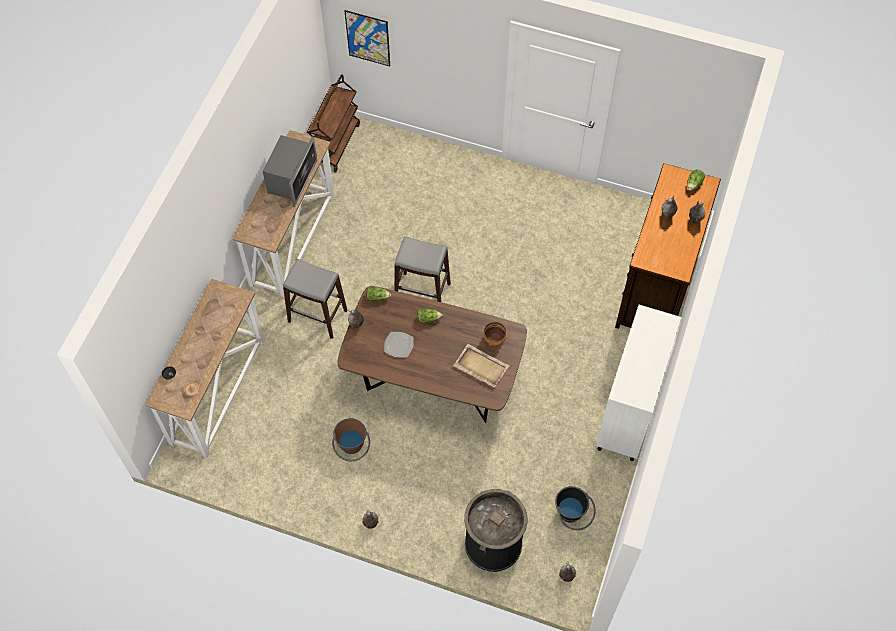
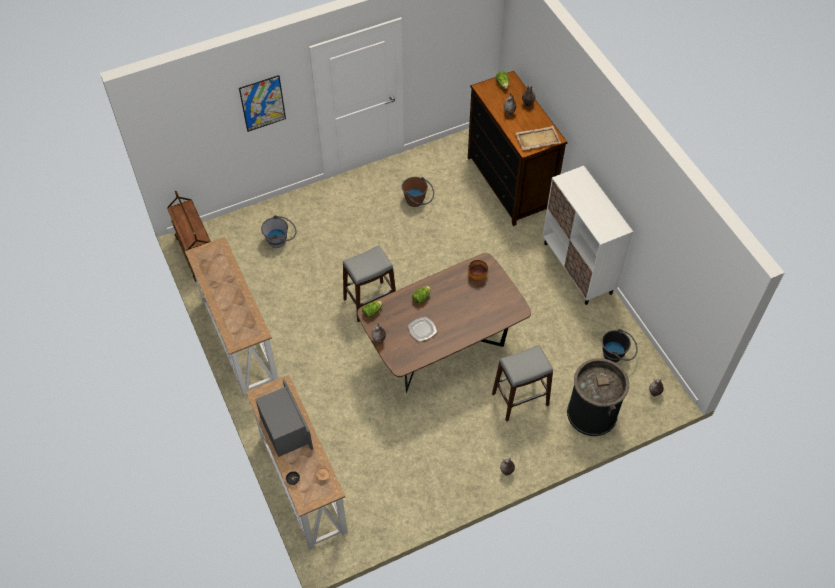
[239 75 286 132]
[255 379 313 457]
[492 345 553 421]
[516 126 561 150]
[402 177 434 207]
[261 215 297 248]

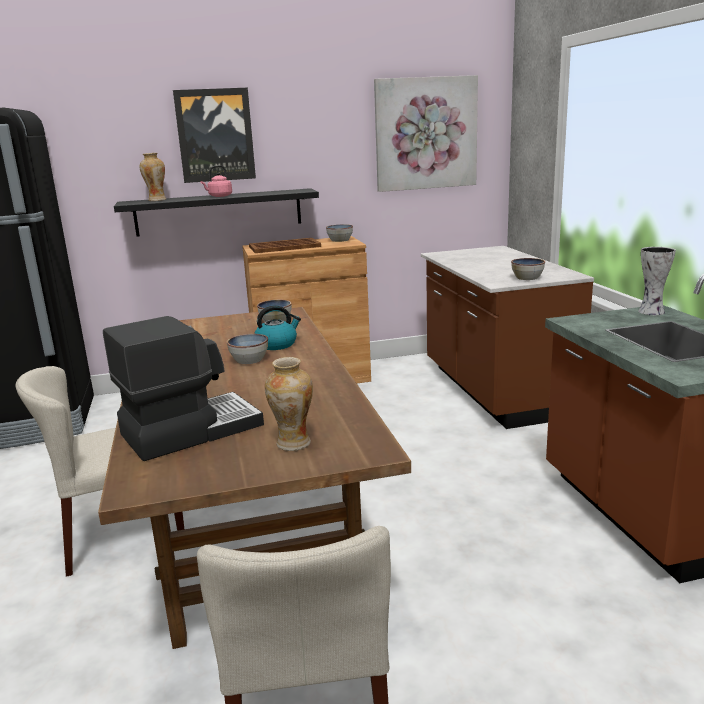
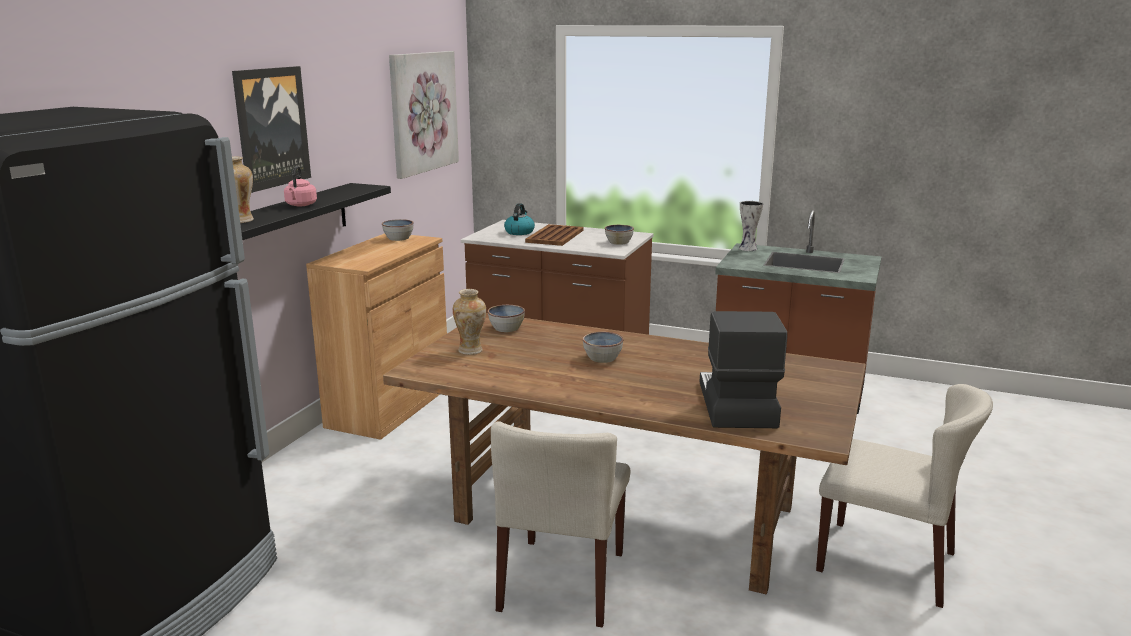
[525 224 584 246]
[504 203 535 235]
[453 289 486 355]

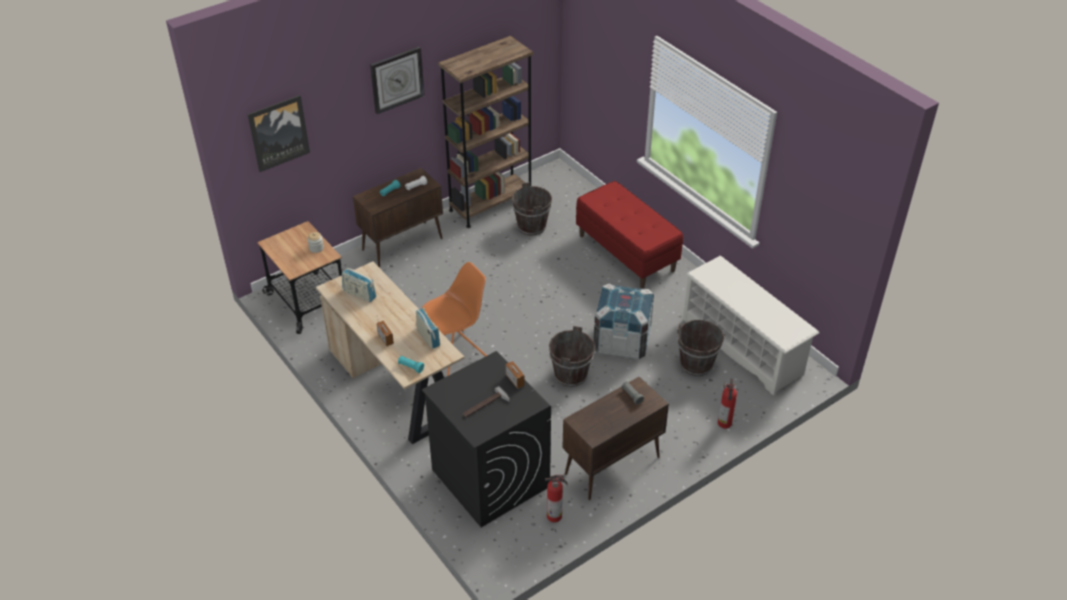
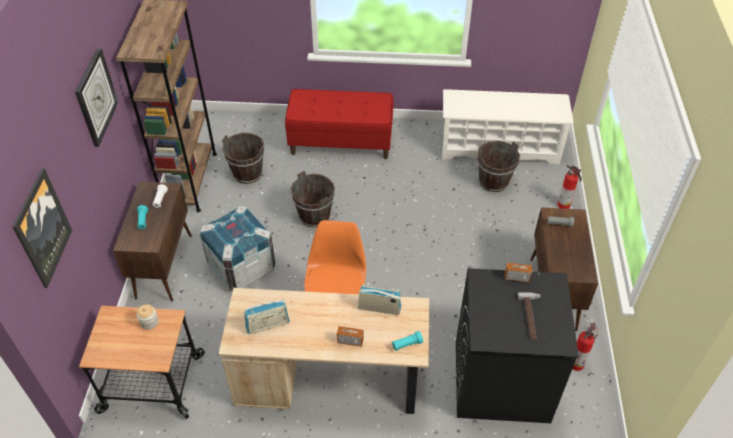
[200 206 275 291]
[290 171 335 227]

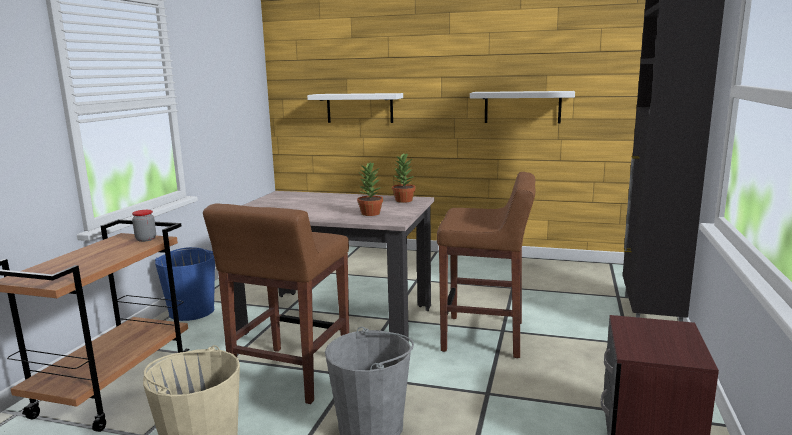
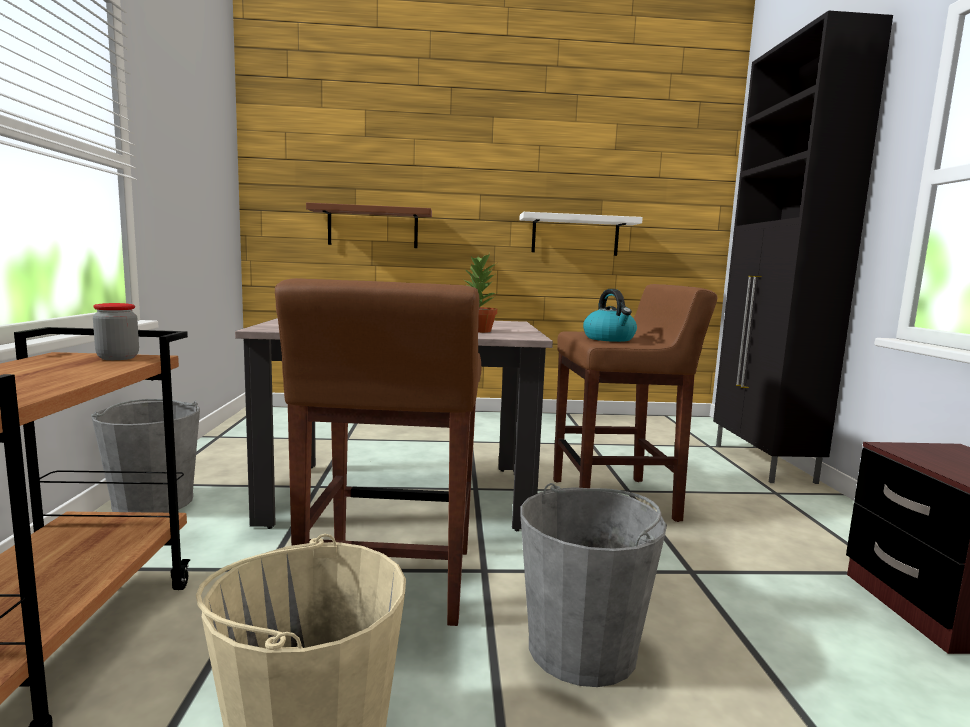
[306 202 432 248]
[392 153 416 203] (first image)
[91 399 200 513]
[583 289 637 342]

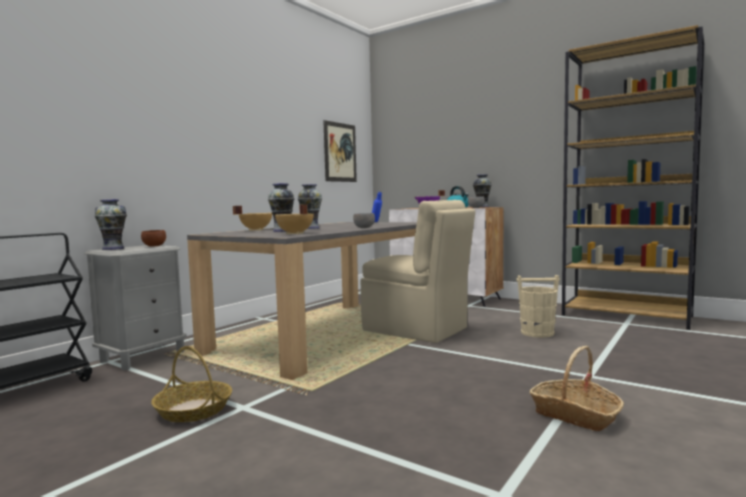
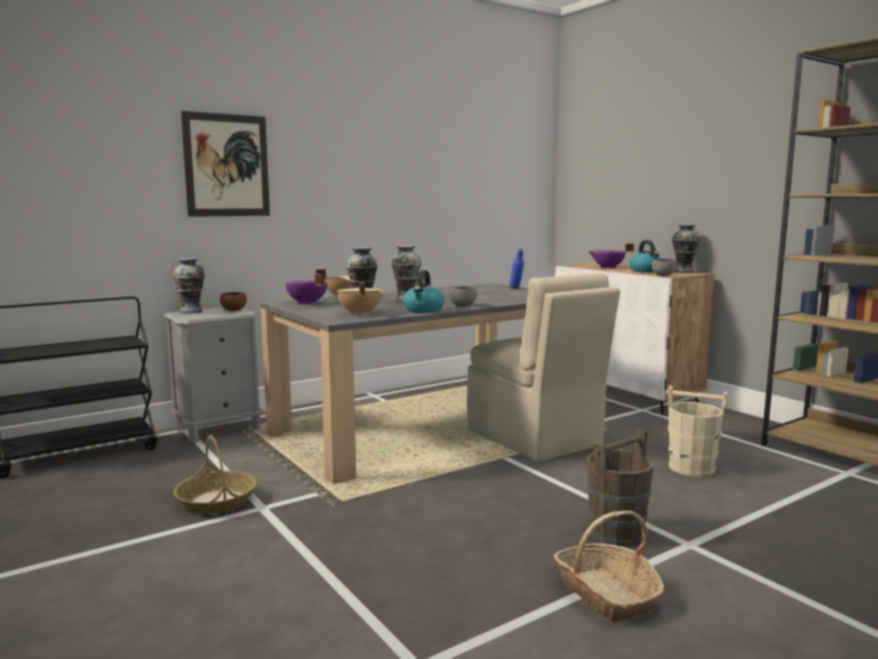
[181 111 270 217]
[403 270 445 312]
[285 274 327 305]
[587 429 654 547]

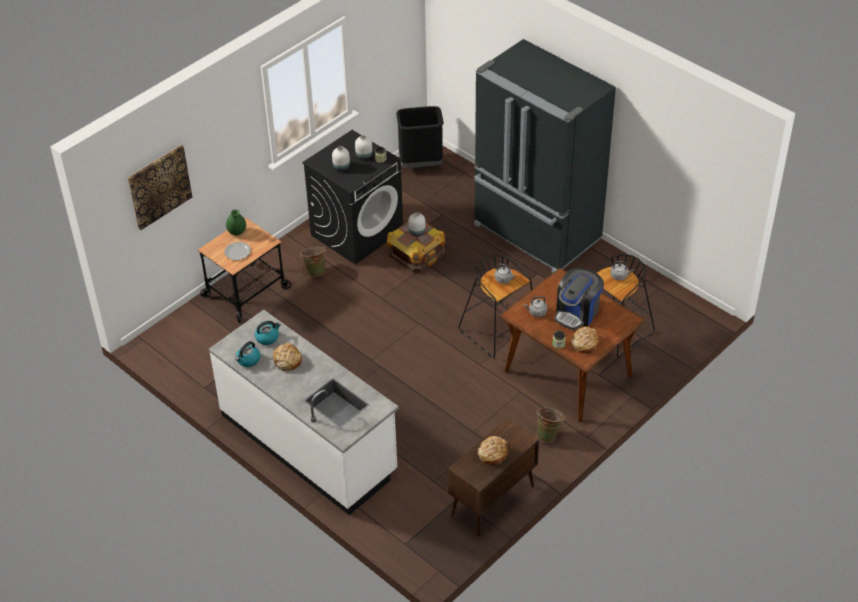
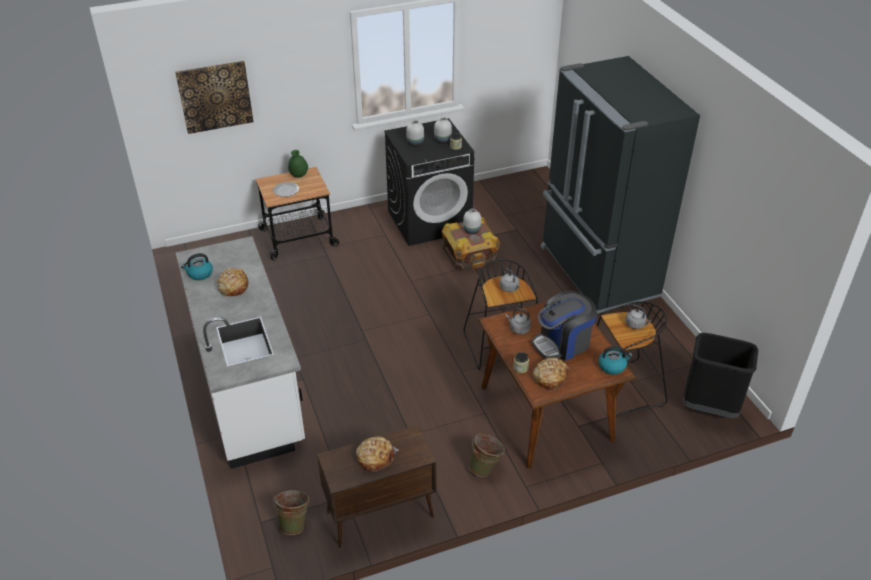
[683 333 758 418]
[273 490 310 535]
[599 346 633 375]

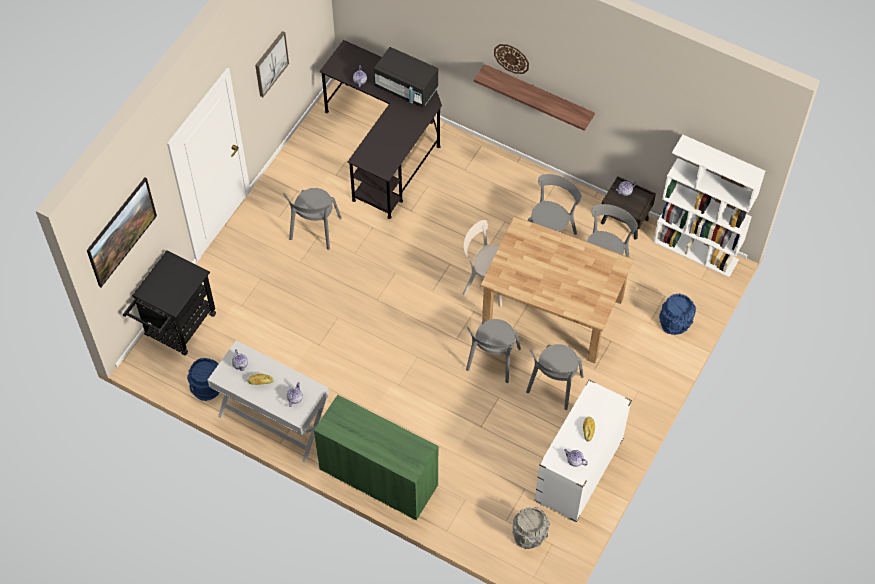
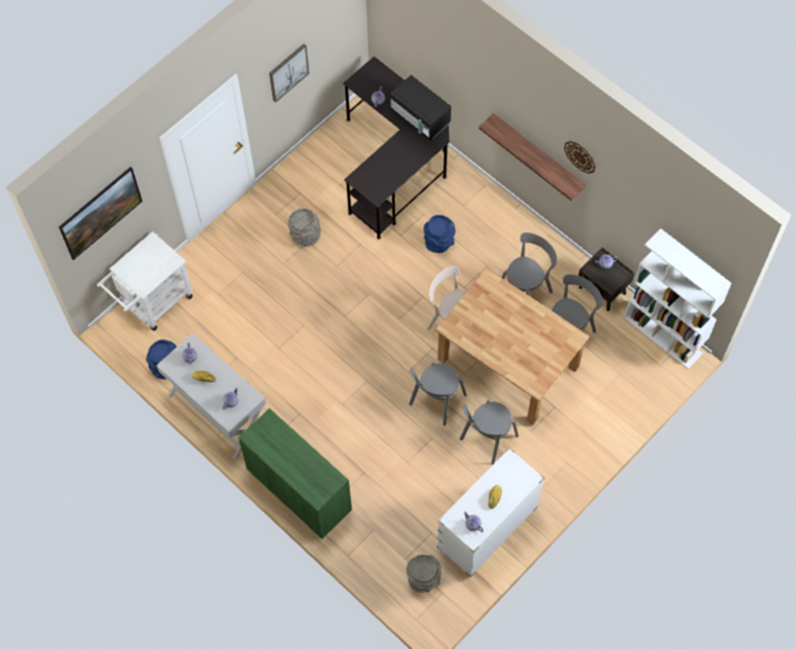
[564 141 596 174]
[288 208 321 247]
[97 231 193 331]
[424 215 456 253]

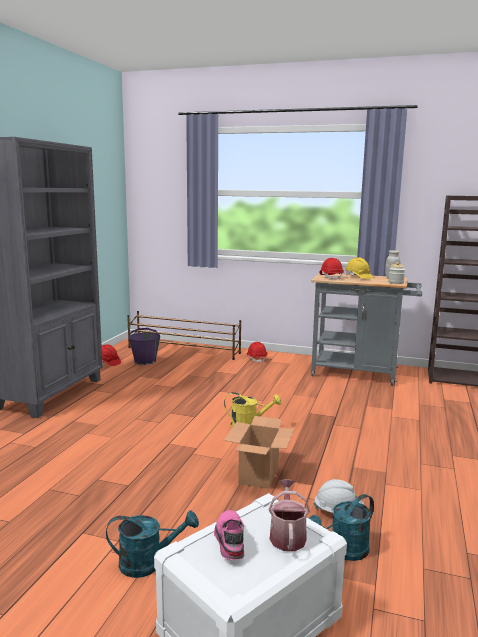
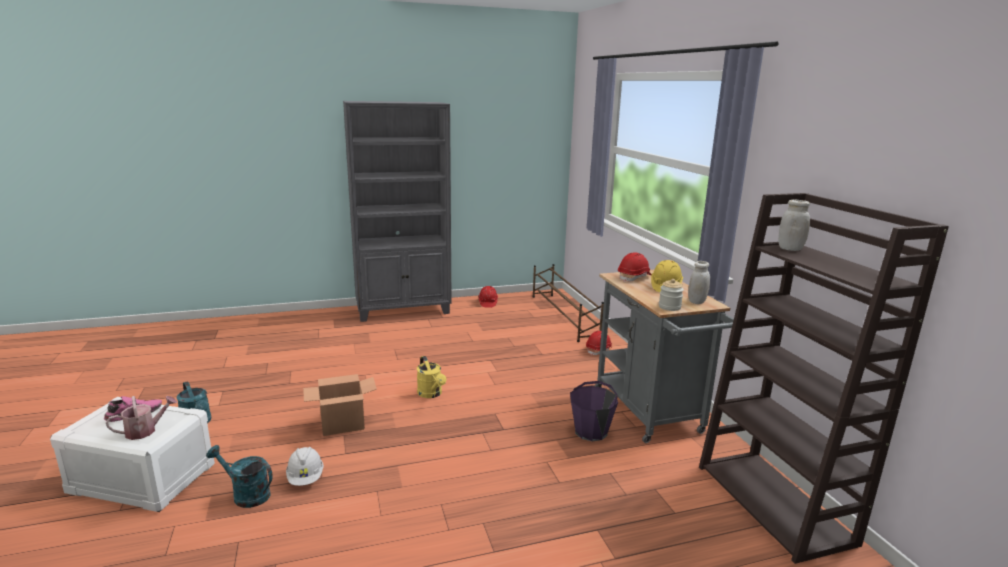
[570 381 618 441]
[778 200 810 251]

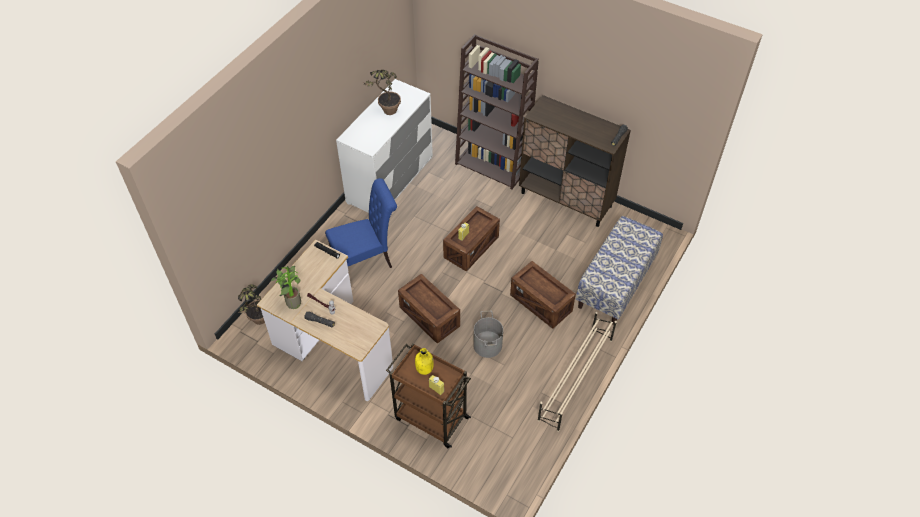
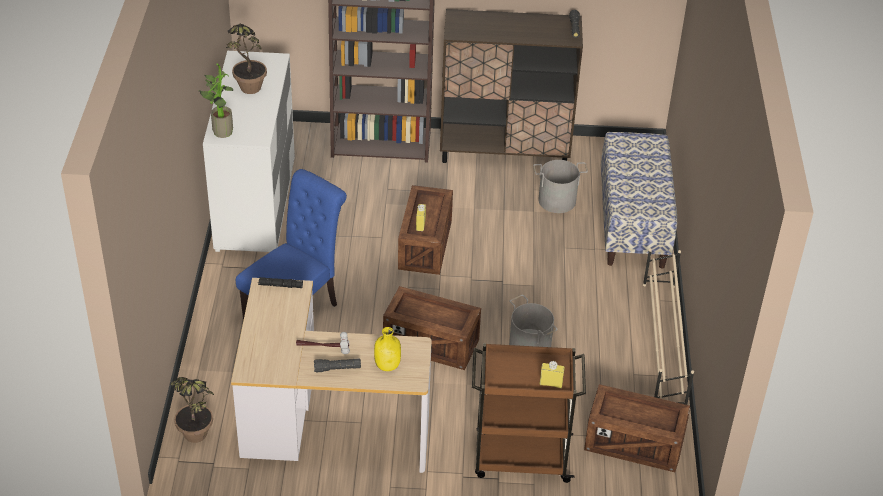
[584 384 690 472]
[199 63 233 138]
[374 327 401 371]
[533 160 588 213]

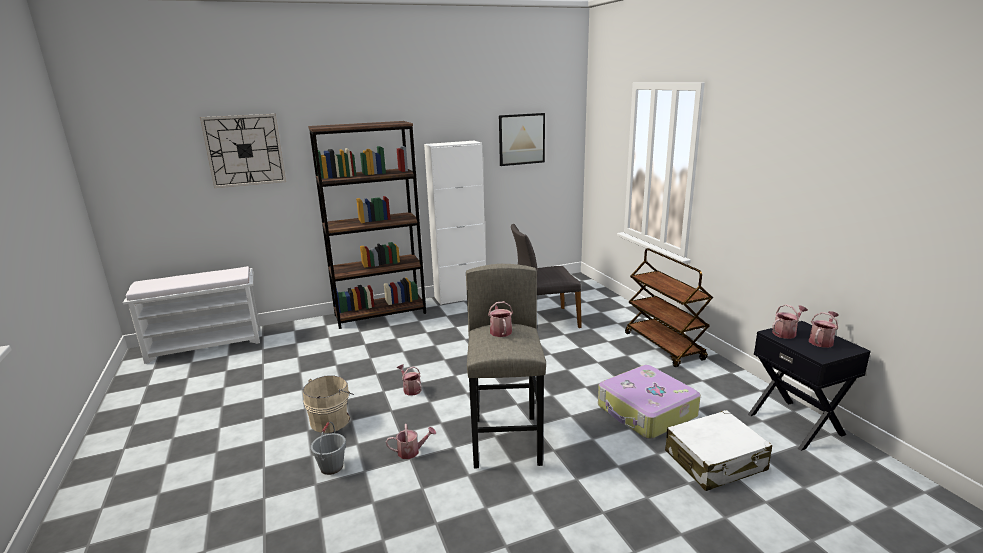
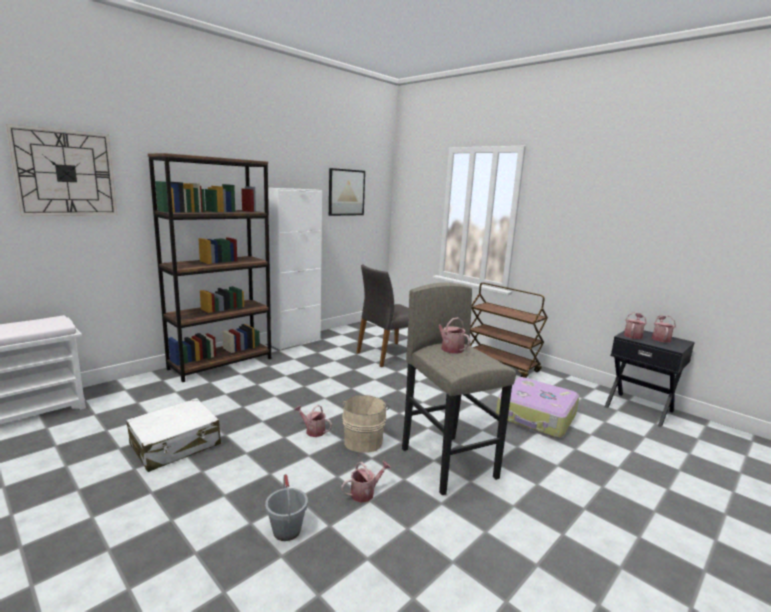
[342 395 389 453]
[126 398 221 472]

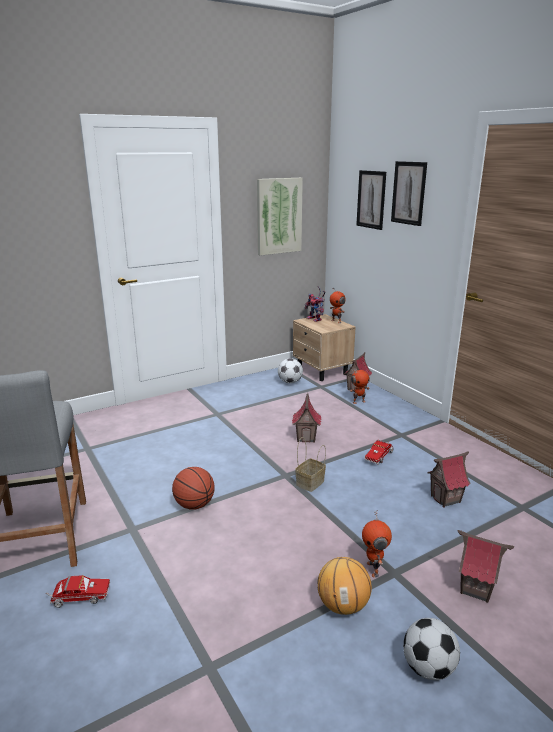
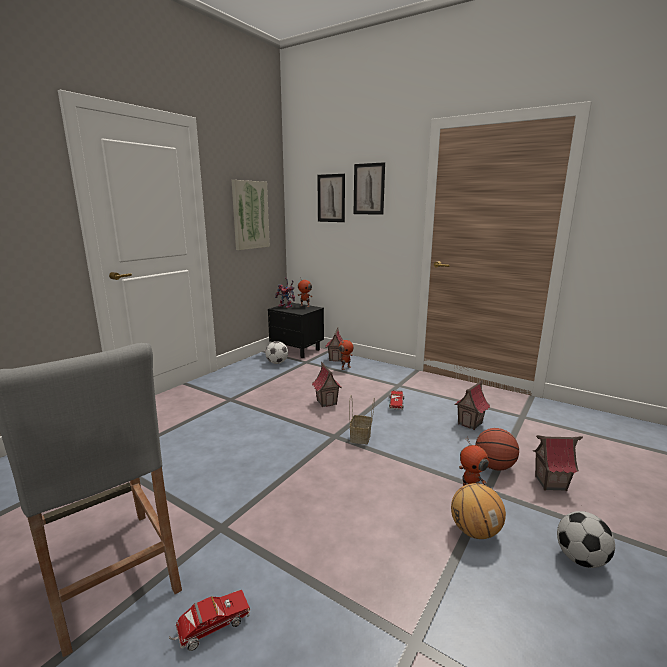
[268 303 324 358]
[475 428 519 470]

